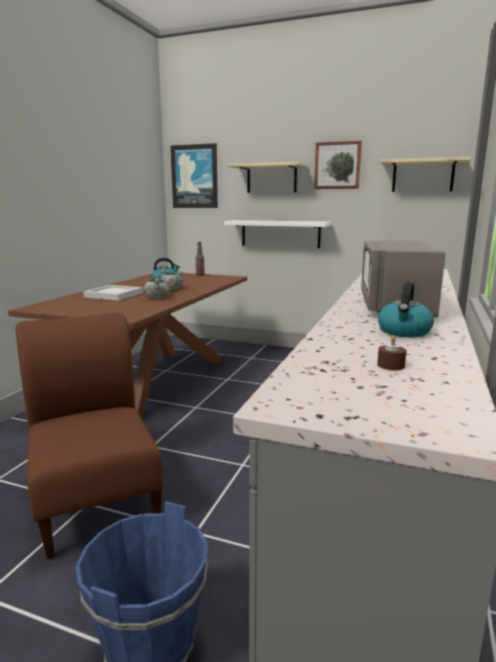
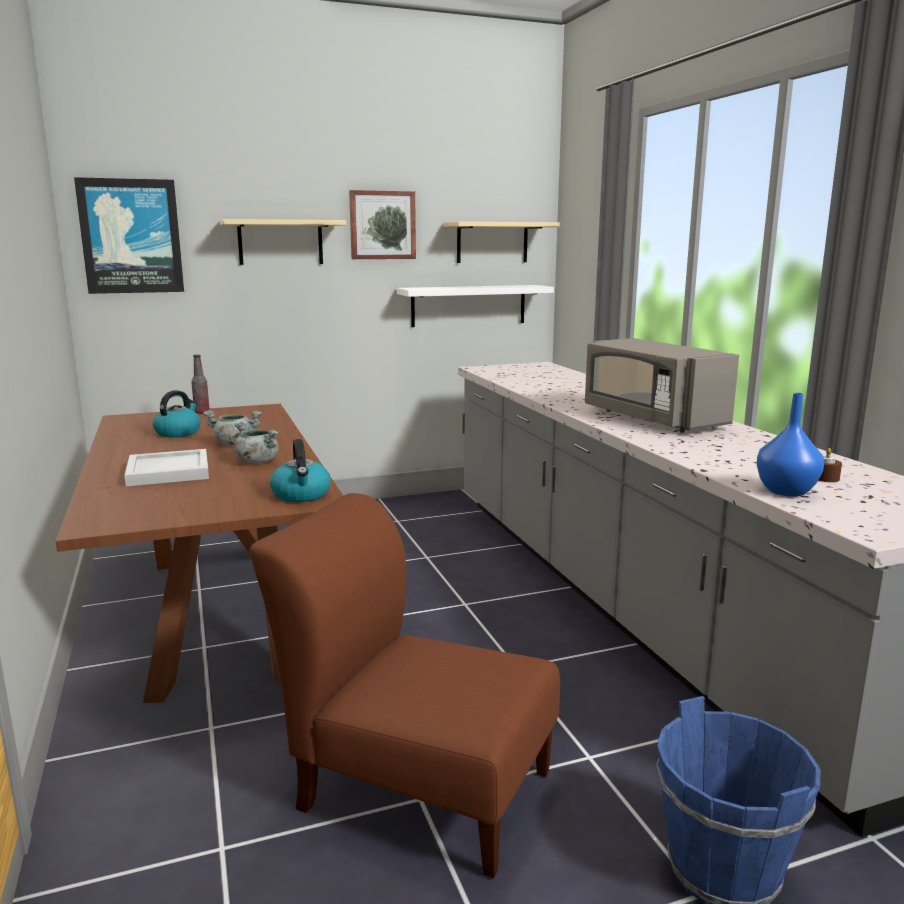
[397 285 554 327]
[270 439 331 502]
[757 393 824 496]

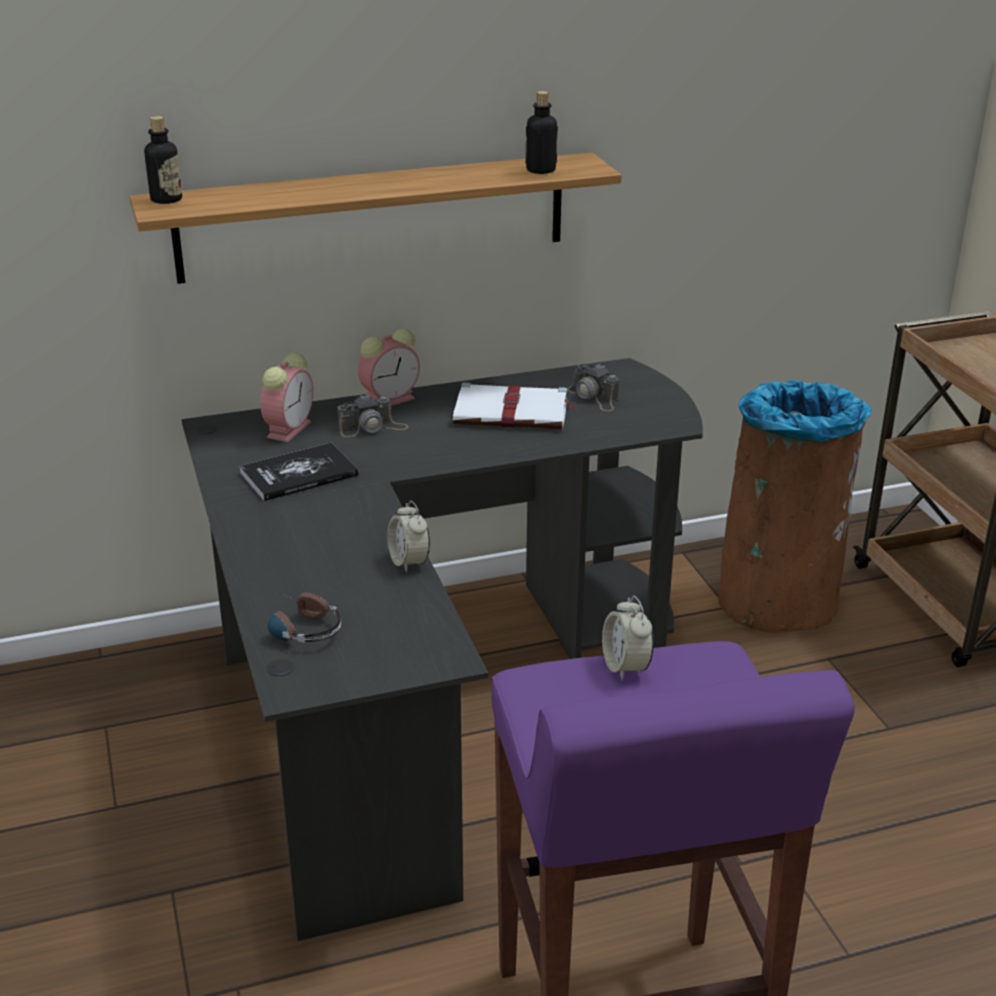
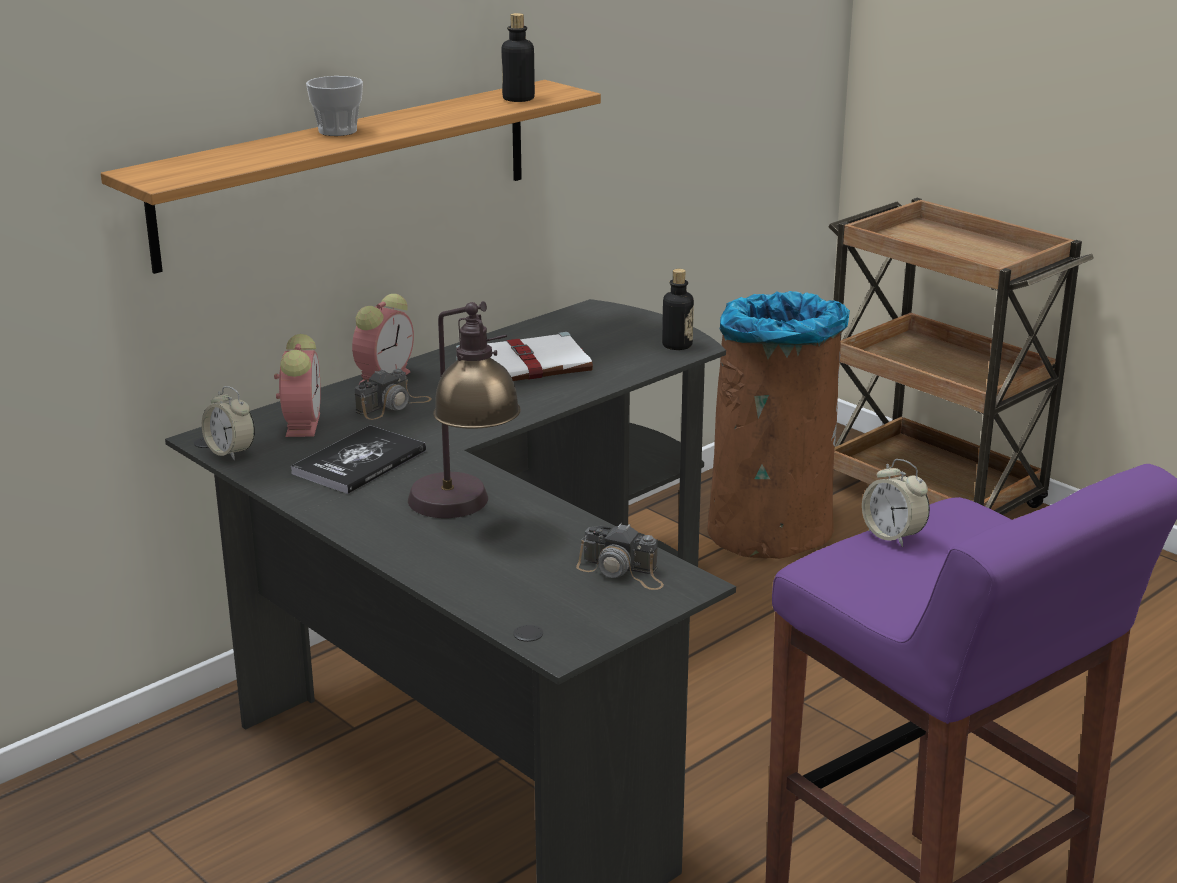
[662 269 694 350]
[576 523 664 590]
[202 386 255 460]
[268 592 342 643] (first image)
[306 76 363 136]
[408 301 521 518]

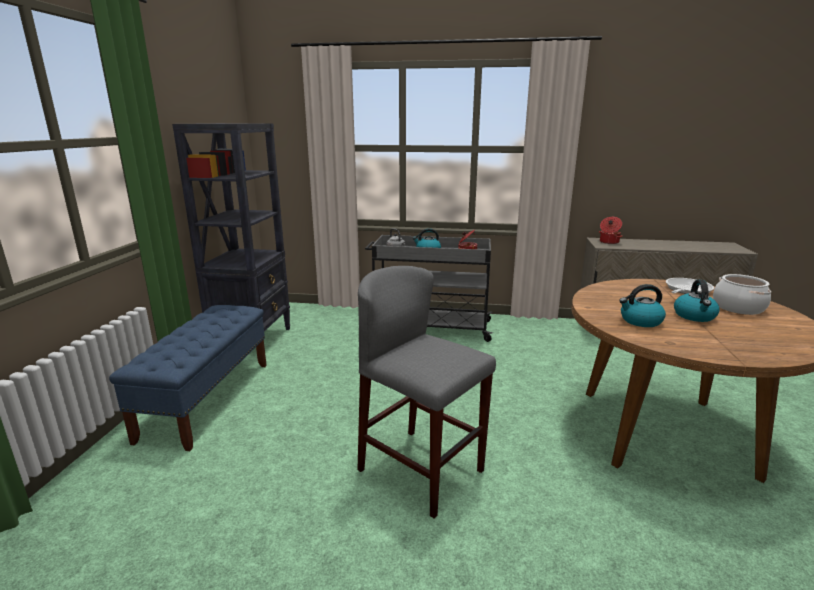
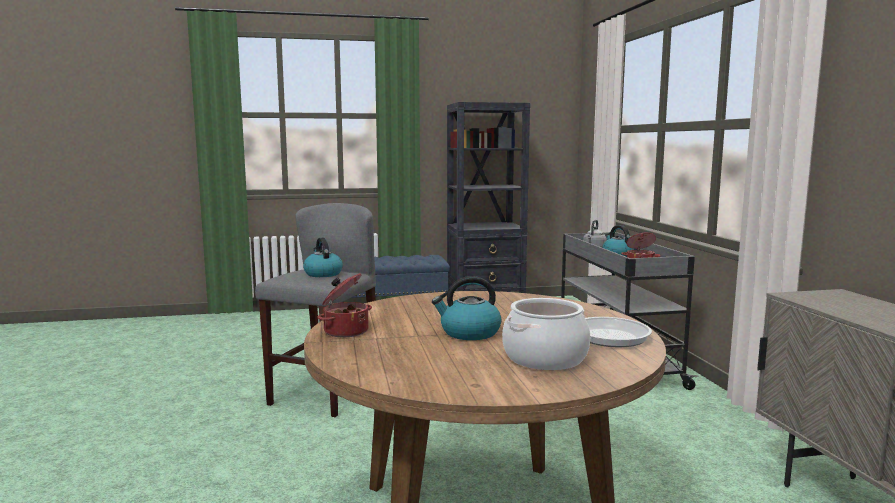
[317 273 372 337]
[303 238 343 277]

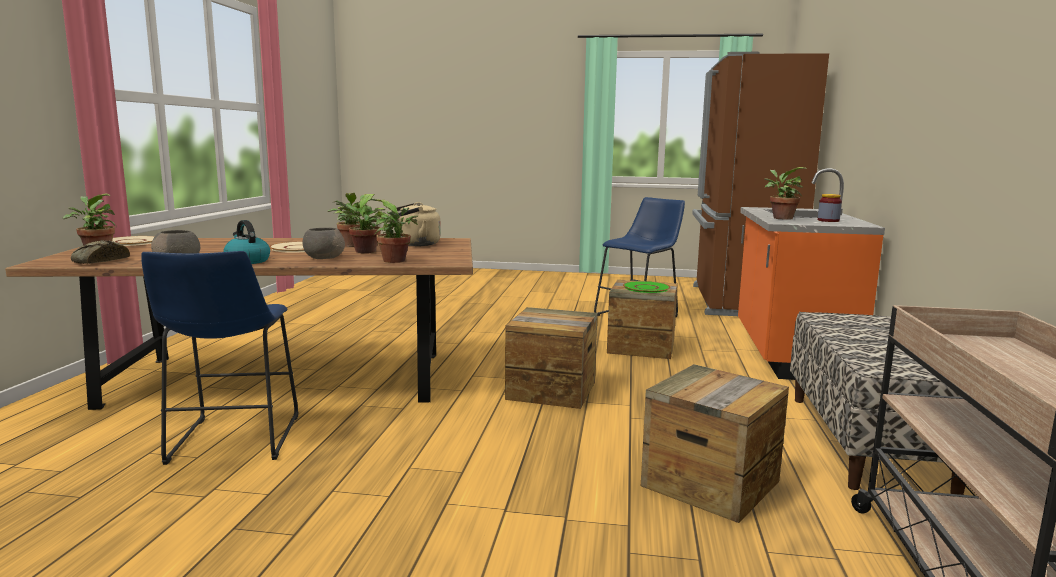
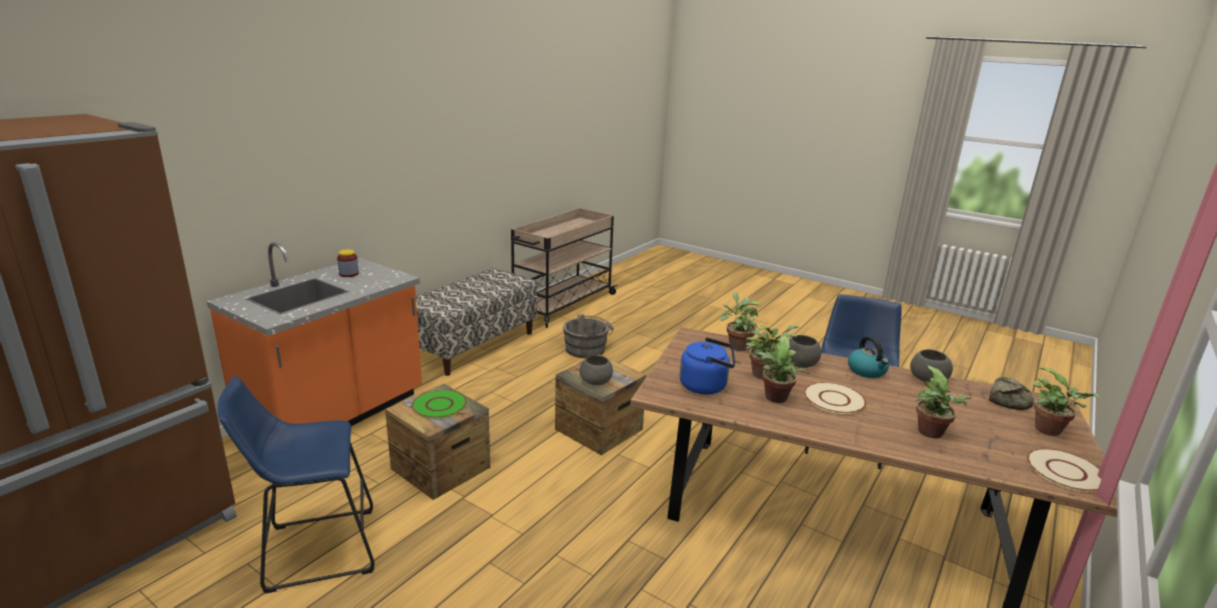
[916 366 971 438]
[680 338 735 395]
[563 314 614 358]
[579 355 613 385]

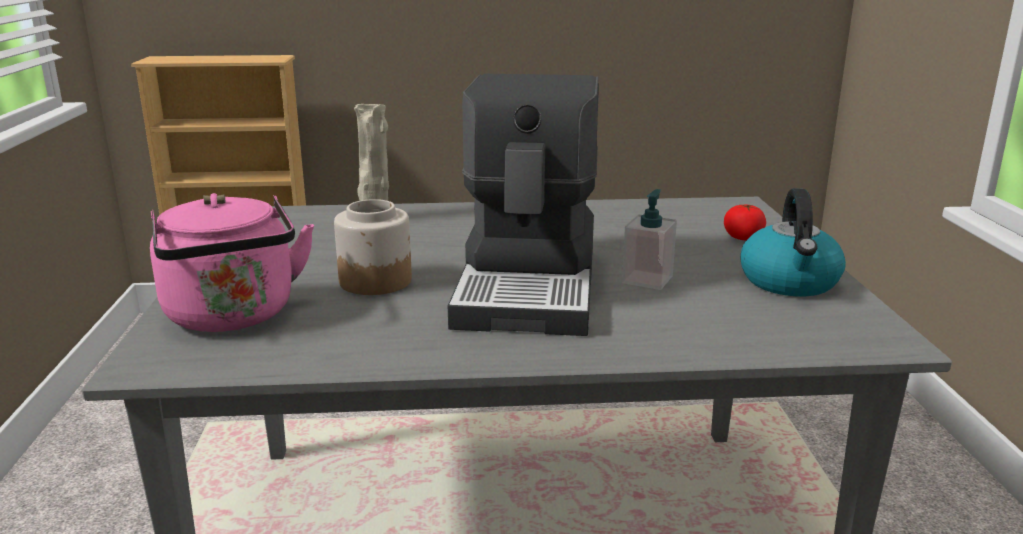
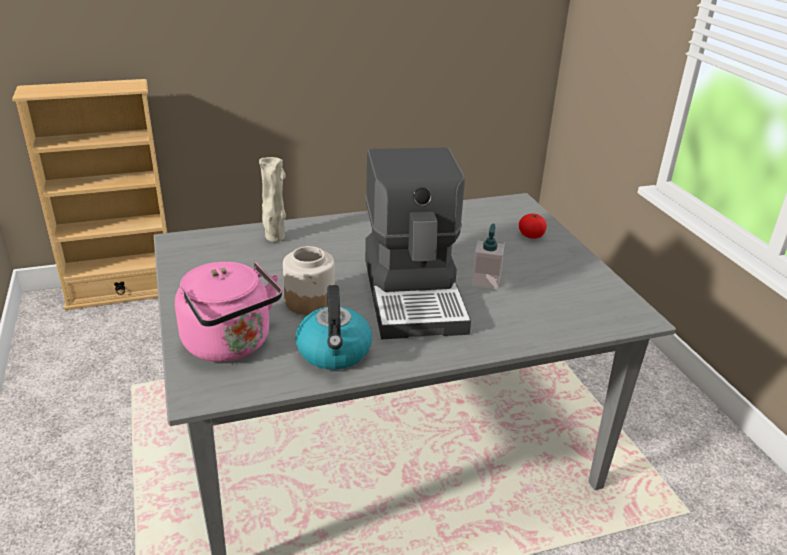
[295 285 372 370]

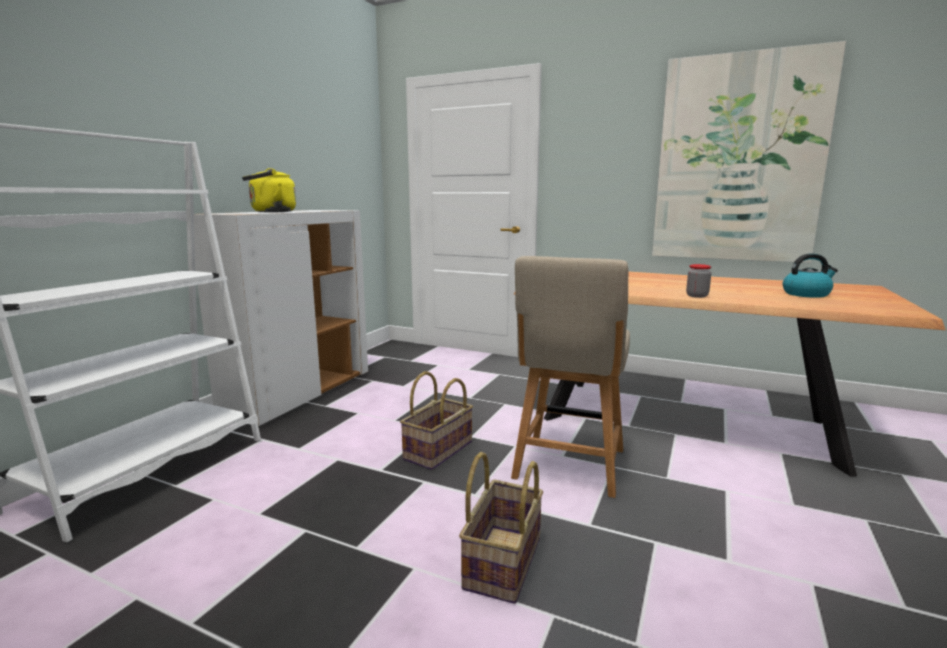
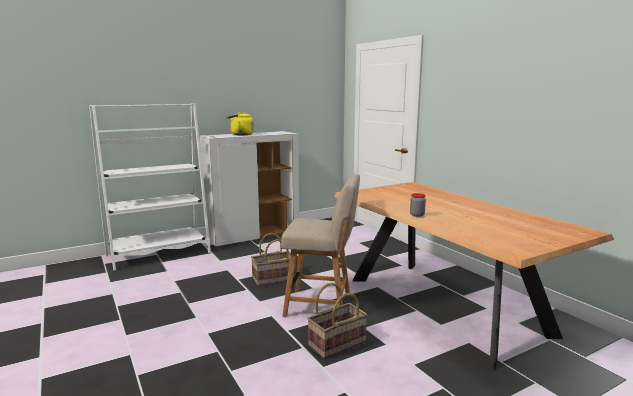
[652 41 846 263] (first image)
[783 253 838 298] (first image)
[281 174 360 317]
[307 283 368 359]

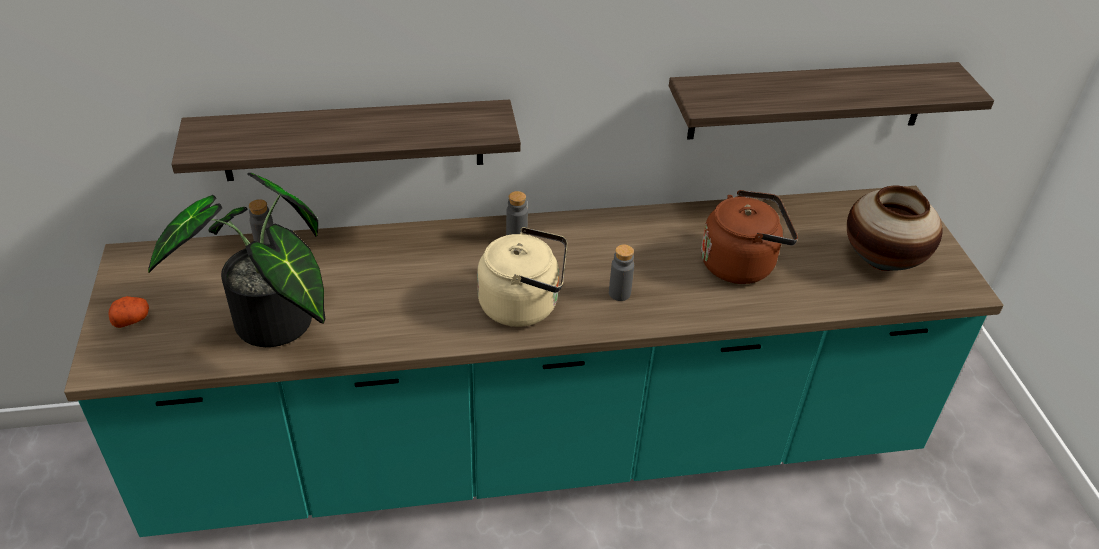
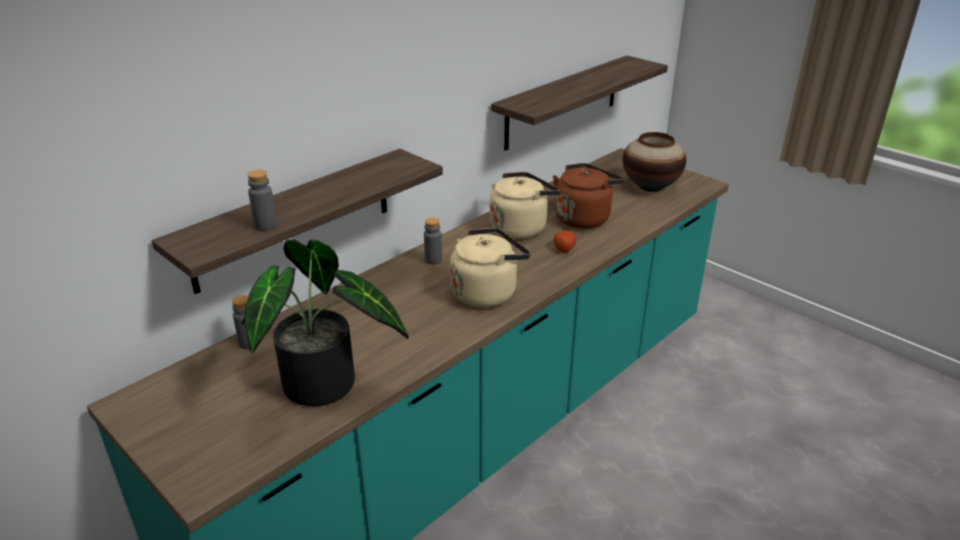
[248 170 277 231]
[554 230 576 253]
[490 172 560 239]

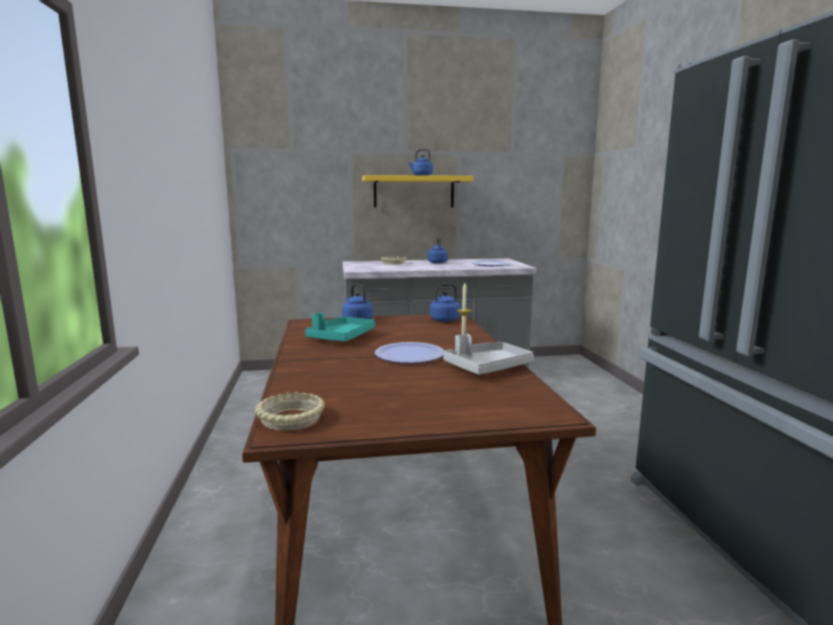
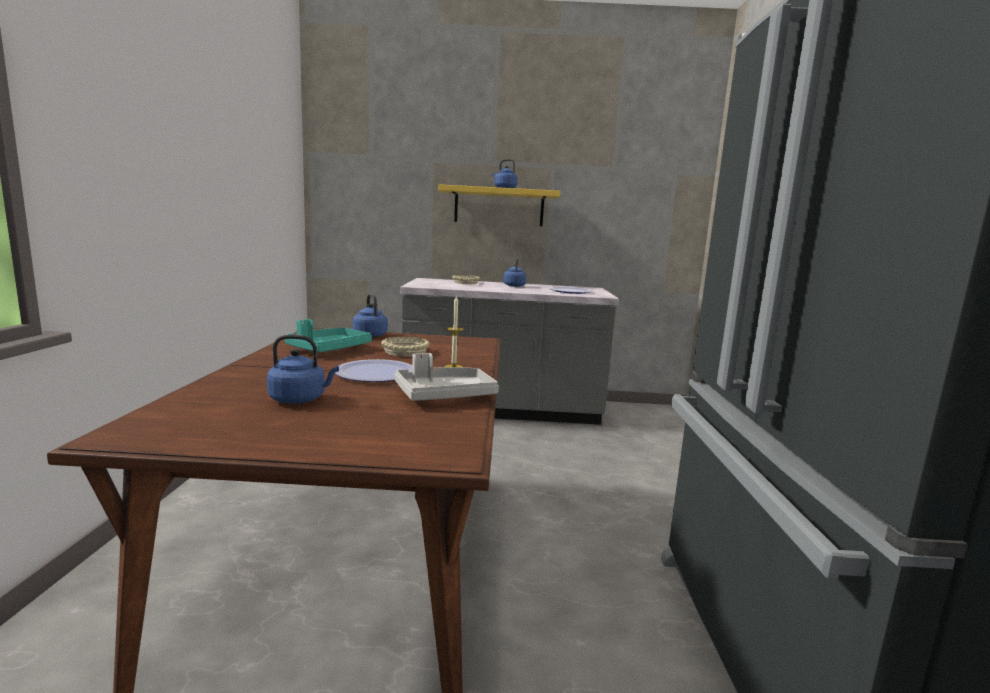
[267 335 339 404]
[381 337 430 357]

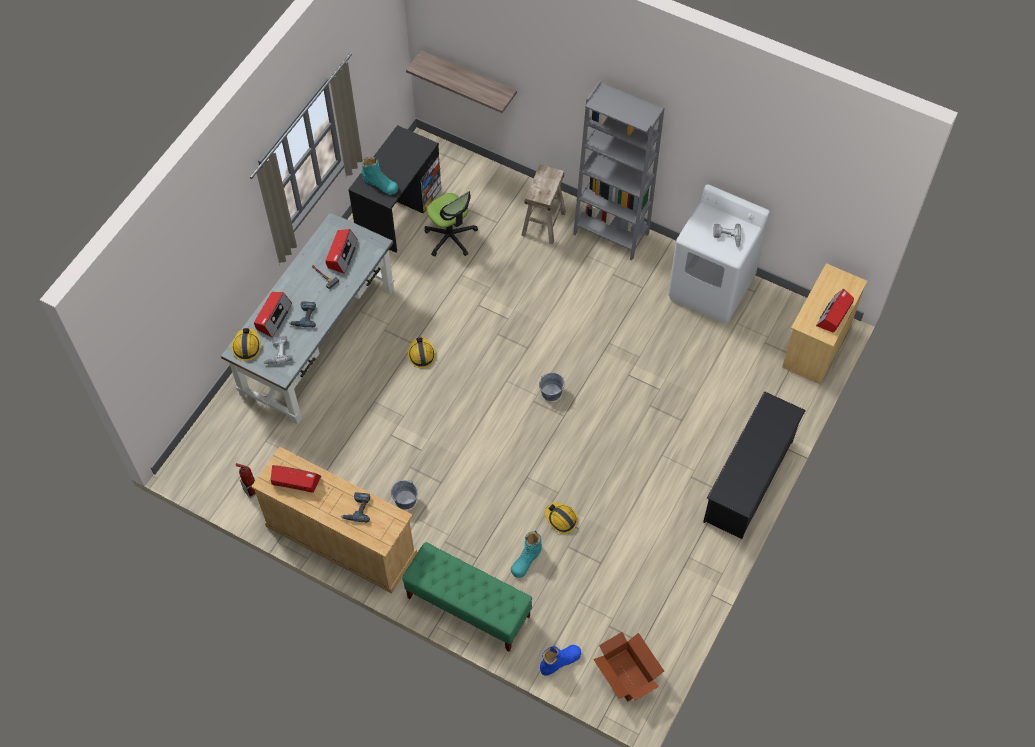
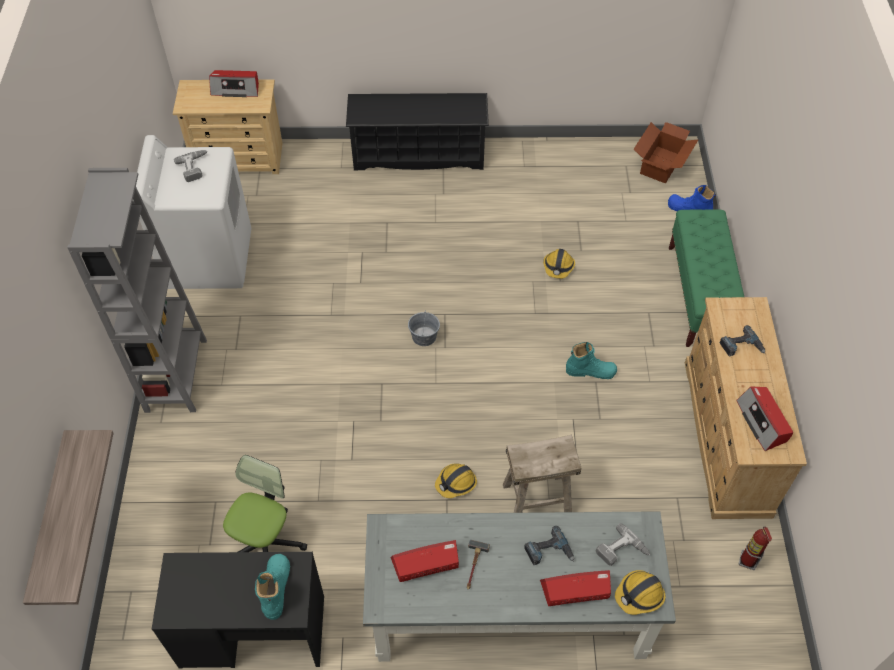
[503 434 581 513]
[391 480 418 510] (first image)
[566 342 617 379]

